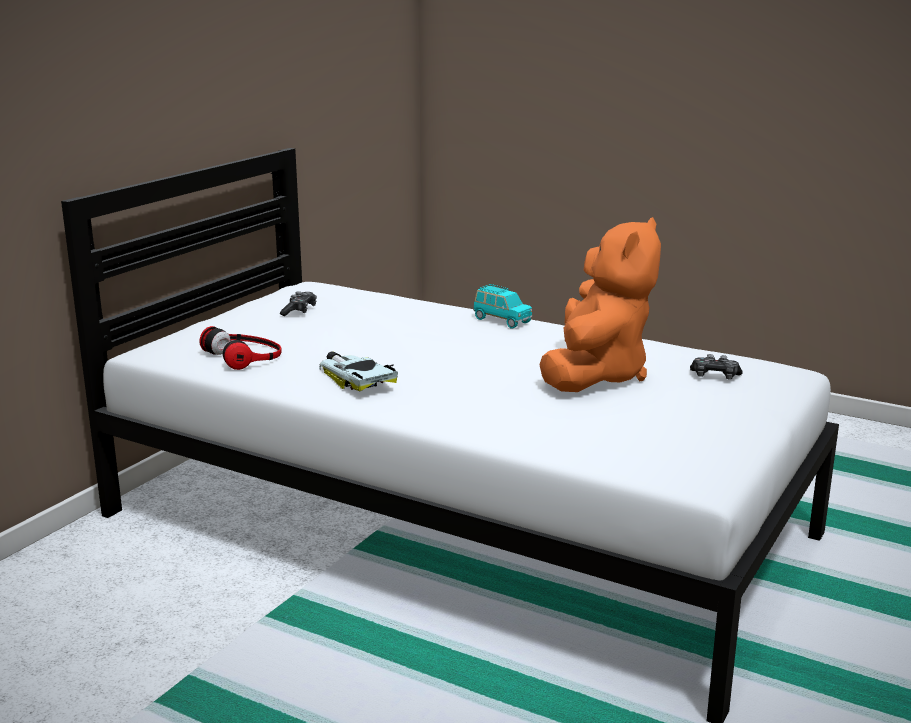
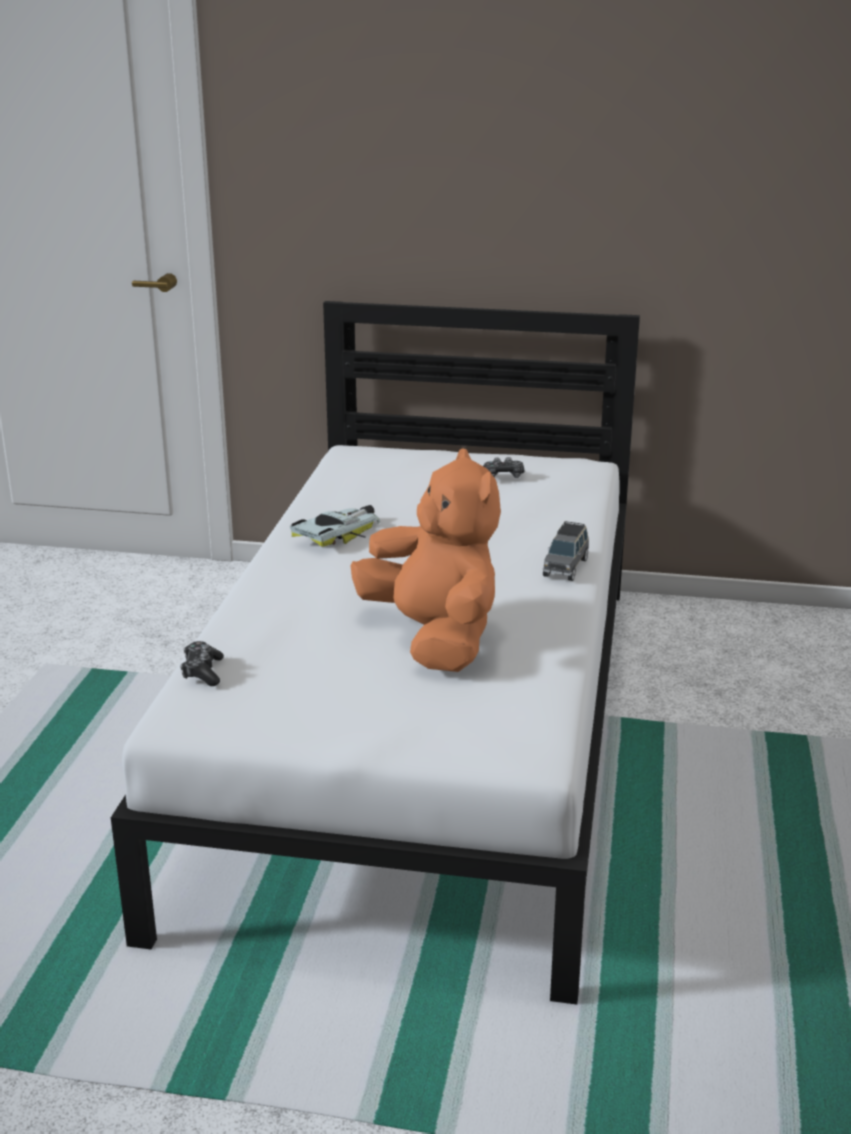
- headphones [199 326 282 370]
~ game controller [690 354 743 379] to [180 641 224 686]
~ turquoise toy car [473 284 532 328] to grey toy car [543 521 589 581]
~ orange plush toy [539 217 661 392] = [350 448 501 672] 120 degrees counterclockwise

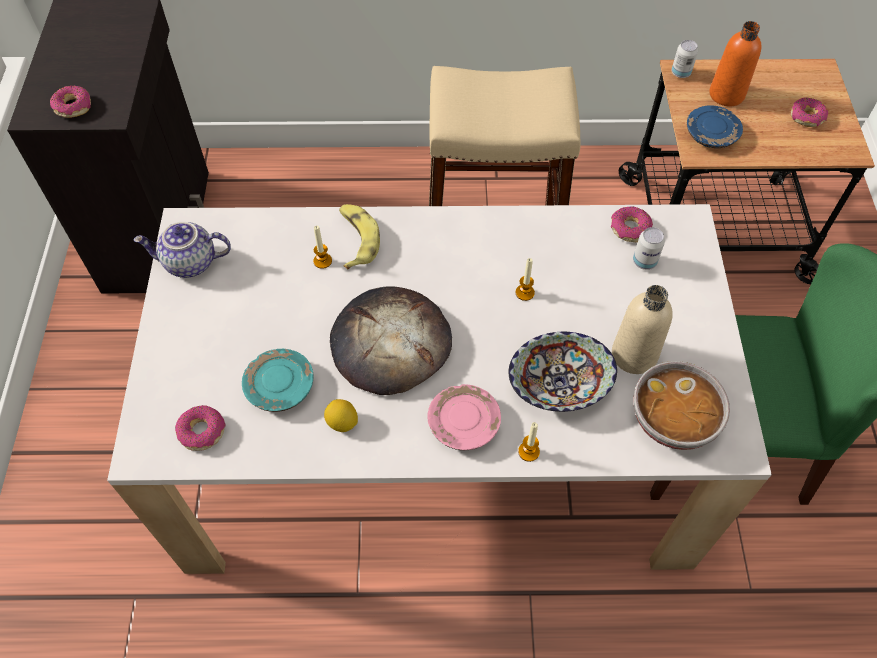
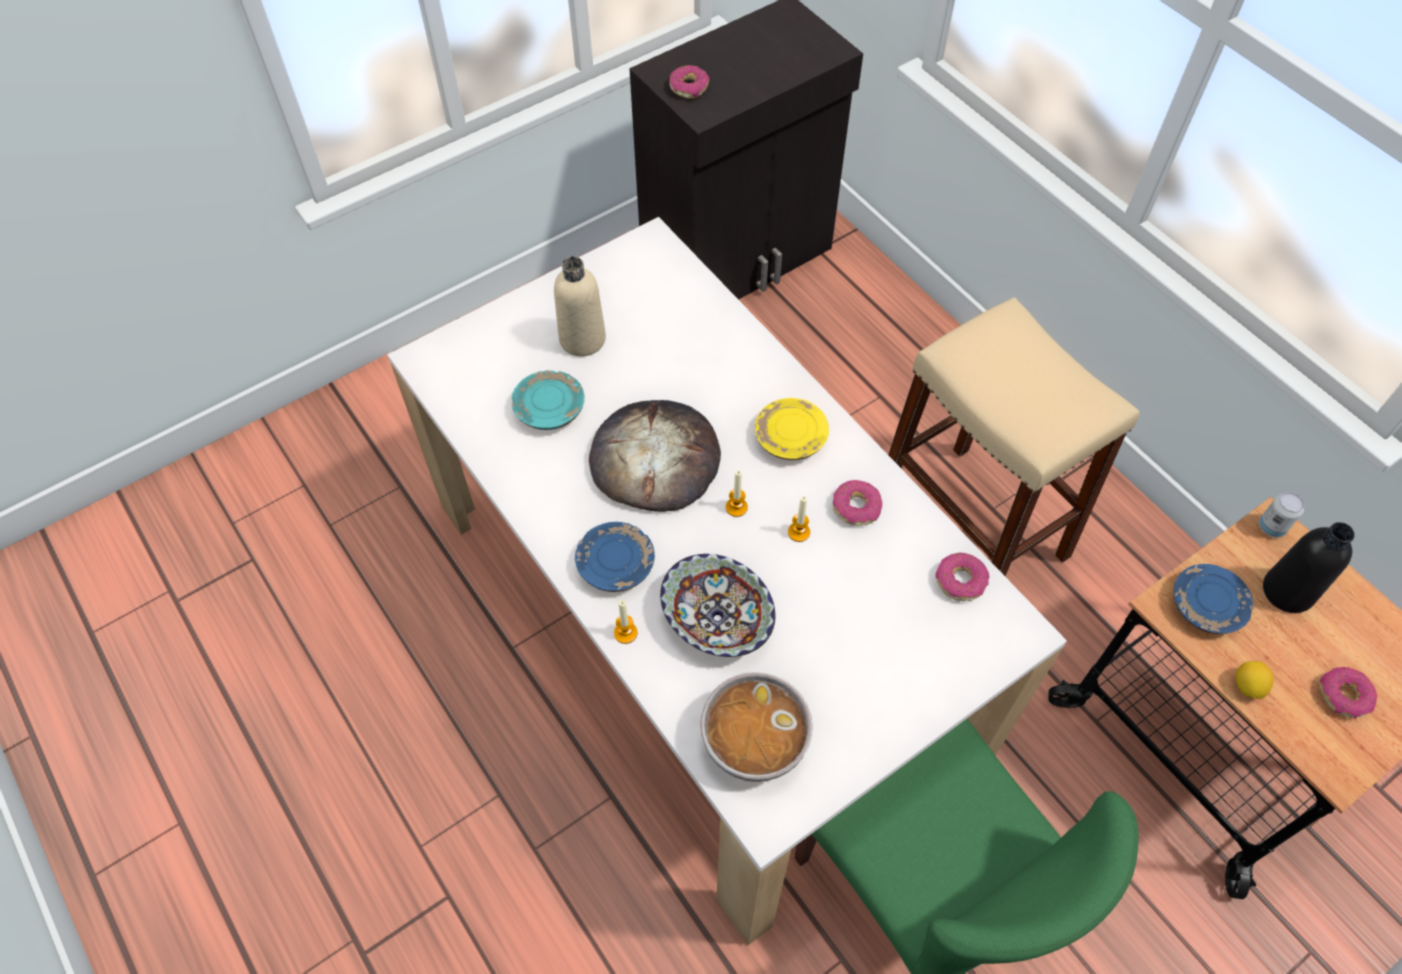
- teapot [133 222 231 278]
- banana [339 204 380 269]
- can [633 227 665 270]
+ yellow plate [755 398 829 460]
~ donut [175 405 226 451] to [833 480 882 526]
~ candle [313 226 332 269] to [726 471 748 517]
~ lemon [324 399 358 432] to [1236 661 1274 699]
~ beige bottle [612 285 673 374] to [554 256 606 357]
~ pink plate [427 384 501 450] to blue plate [575 522 655 592]
~ orange bottle [710 21 762 106] to black bottle [1263 522 1355 613]

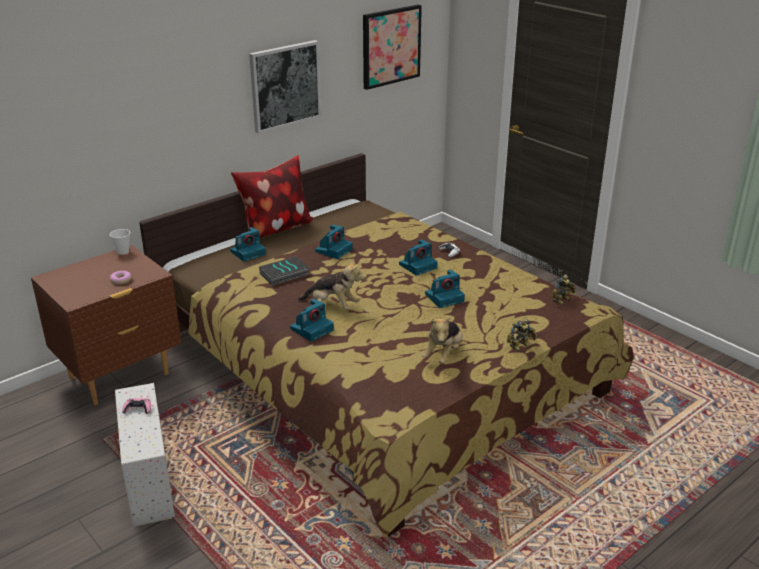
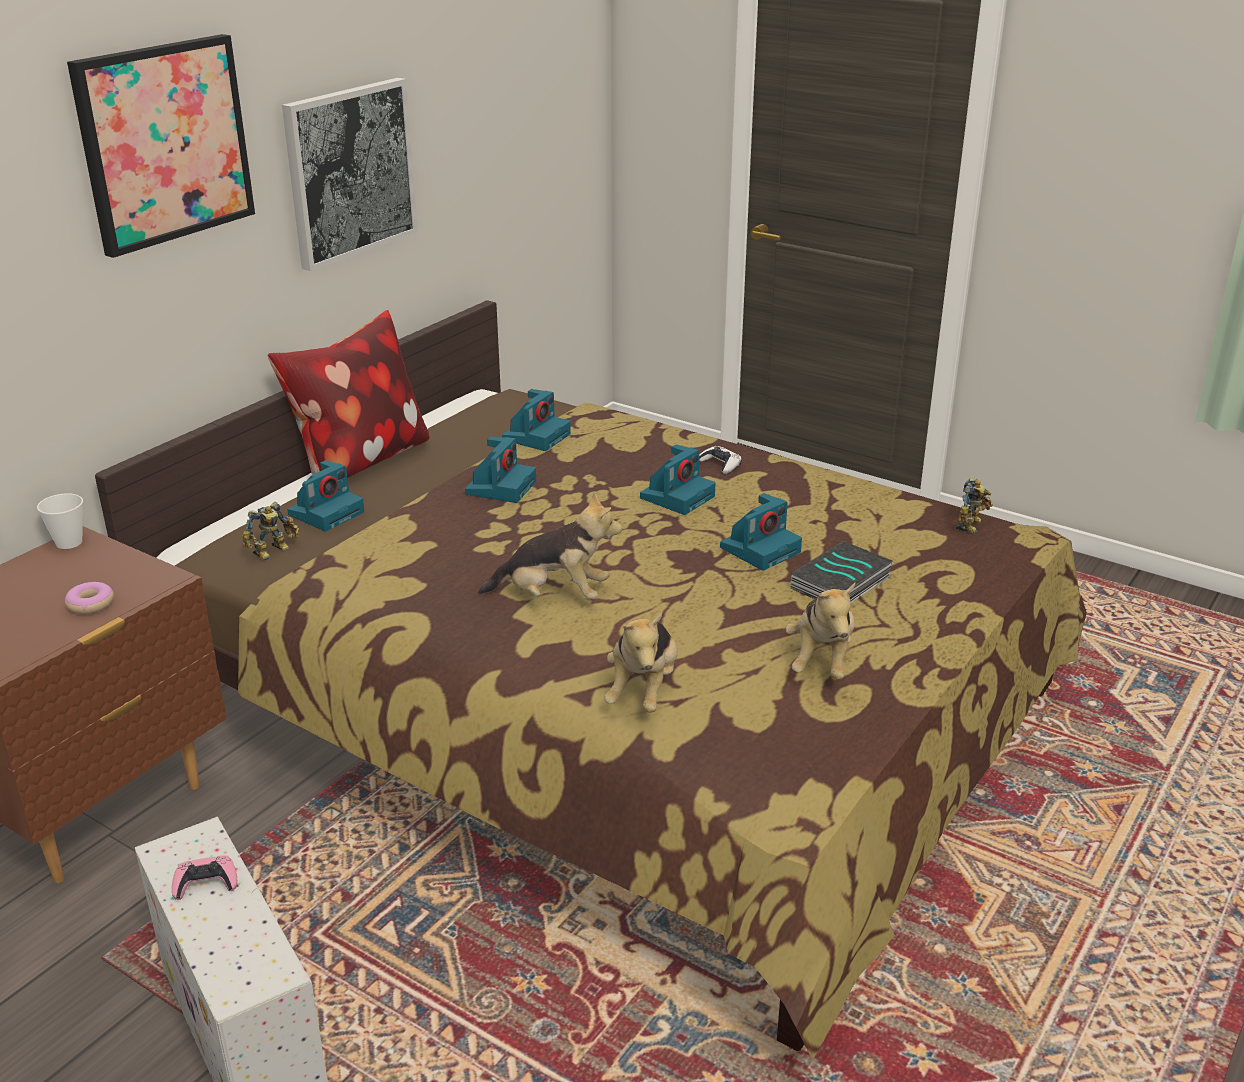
+ plush toy [604 613 678 713]
~ book [259 257 310 285] to [790 541 893 603]
~ photo camera [290 299 334 342] to [502 389 571 451]
~ picture [363 5 422 90] to [67 34 255 258]
~ toy robot [507 319 537 351] to [242 502 299 561]

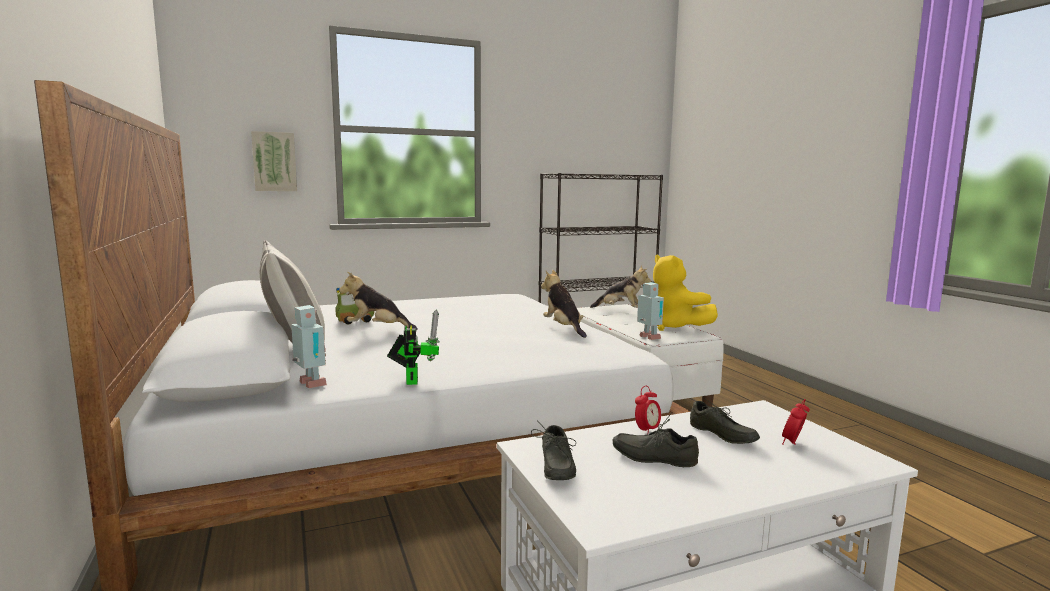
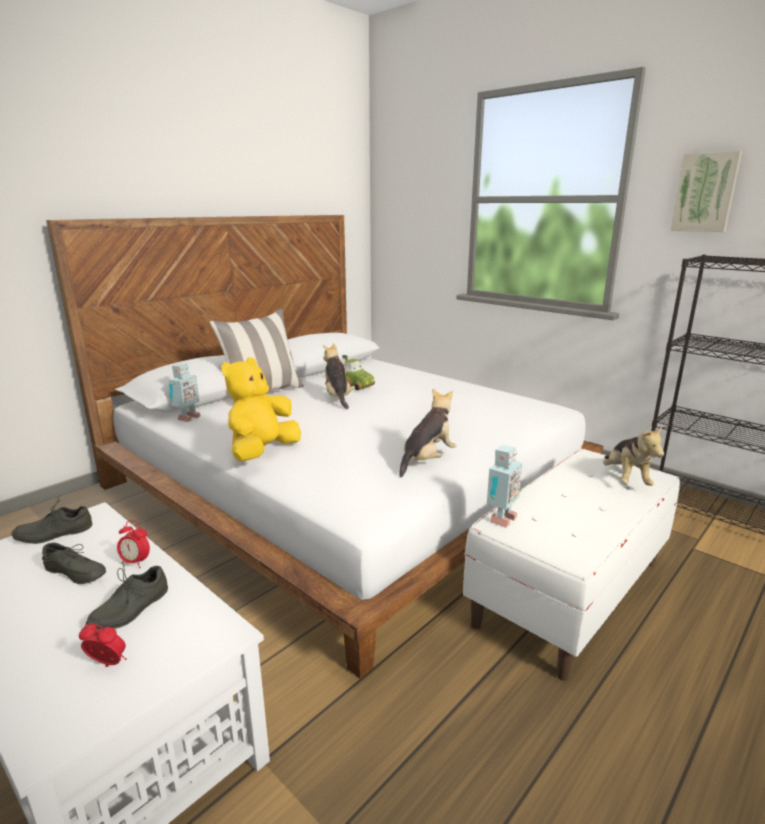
- toy robot [387 310 440 385]
~ picture [251 131 297 191] to [671 151 742 232]
~ yellow plush toy [653 255 718 331] to [221 357 301 461]
~ grey shoe [613 412 699 467] = [42 543 106 584] 120 degrees clockwise

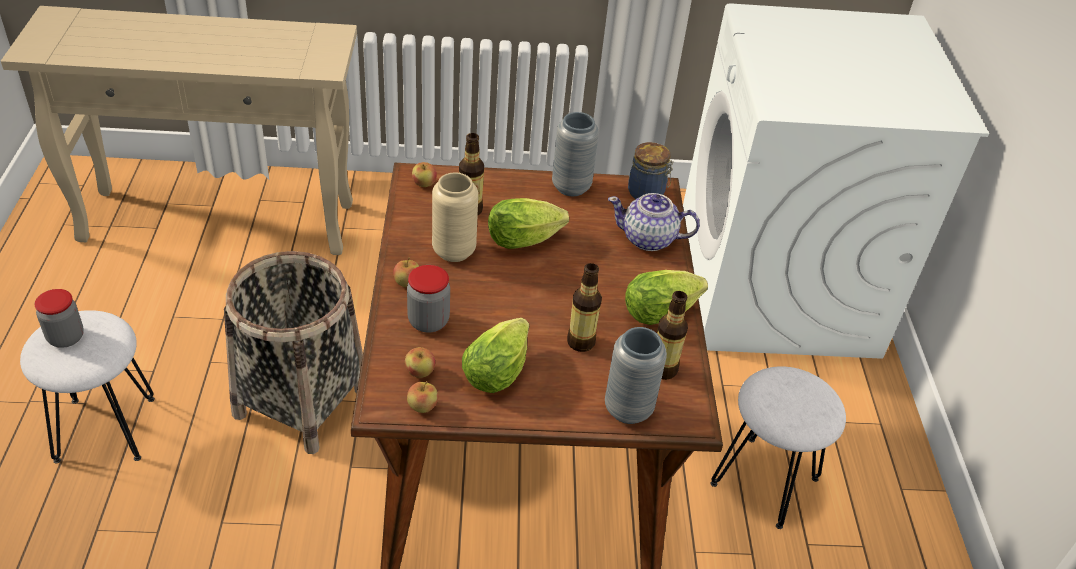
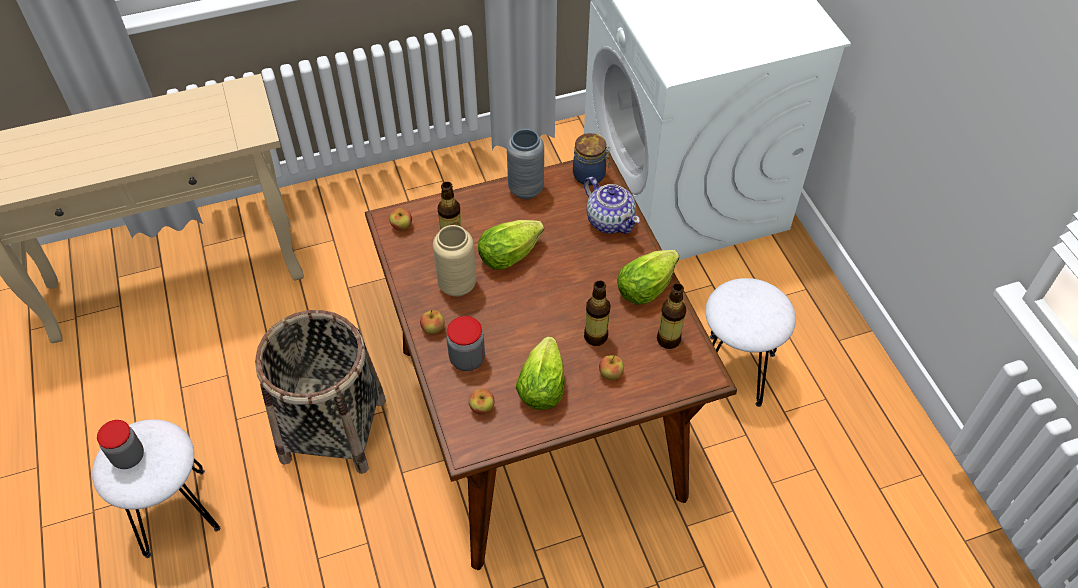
- grey vase [605 327 667 424]
~ apple [407 381 438 413] to [599 355 624 380]
~ teapot [608 193 700 251] = [584 177 640 234] 120 degrees counterclockwise

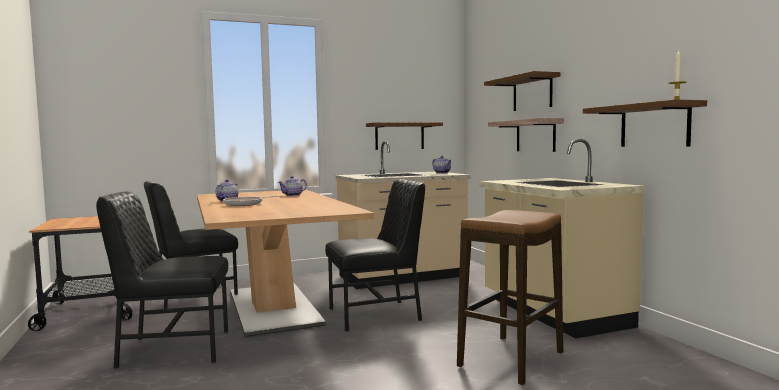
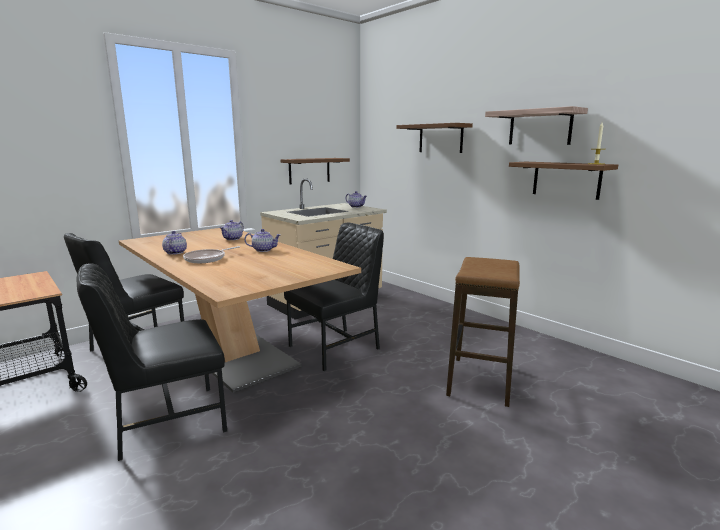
- beige counter [480 139 645 339]
+ teapot [244 229 281 252]
~ shelf [488 118 564 152] to [485 106 588 145]

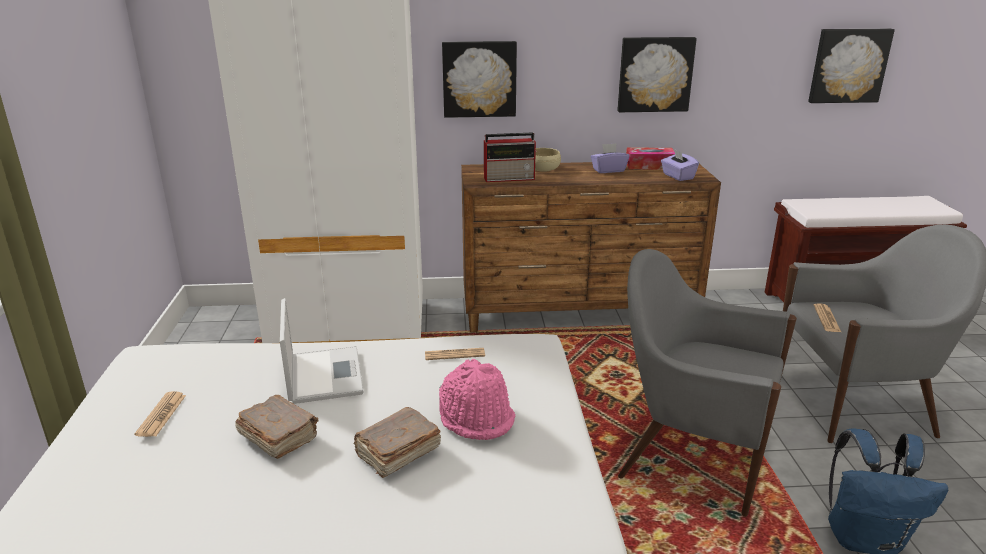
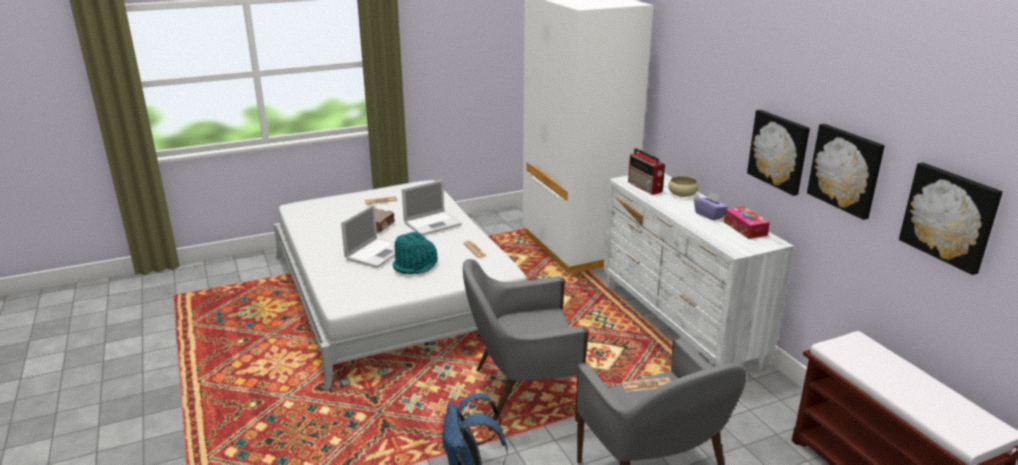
- purple tissue box [661 149 699 181]
~ picture [442 41 517 118] to [807 124 885 220]
~ brown book [353 407 441 478] to laptop [341 204 395 268]
~ pink hat [439 359 516 440] to turquoise hat [393 232 438 274]
~ brown dresser [461 162 721 332] to white dresser [604 173 794 371]
~ grey armchair [618 249 797 517] = [463 259 589 431] 105 degrees counterclockwise

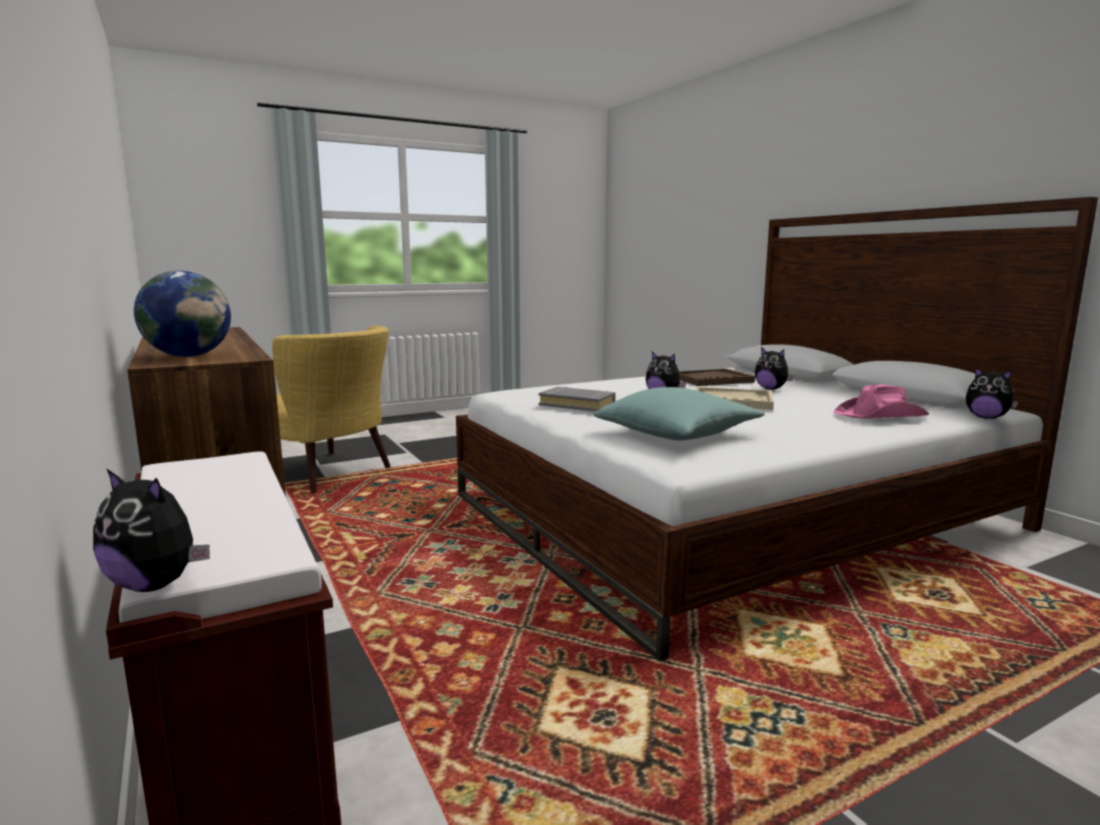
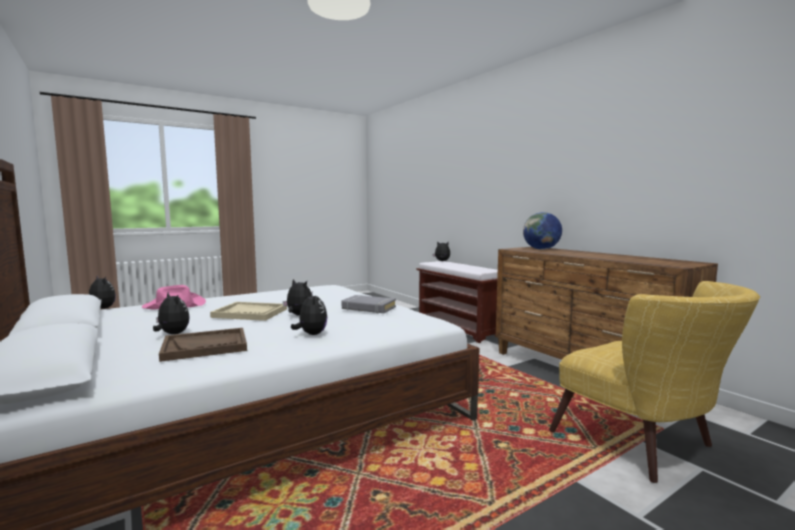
- turquoise pillow [593 387 765 441]
+ plush toy [291 290 327 335]
~ yellow armchair [272 326 390 493] = [549 281 760 483] 150 degrees counterclockwise

